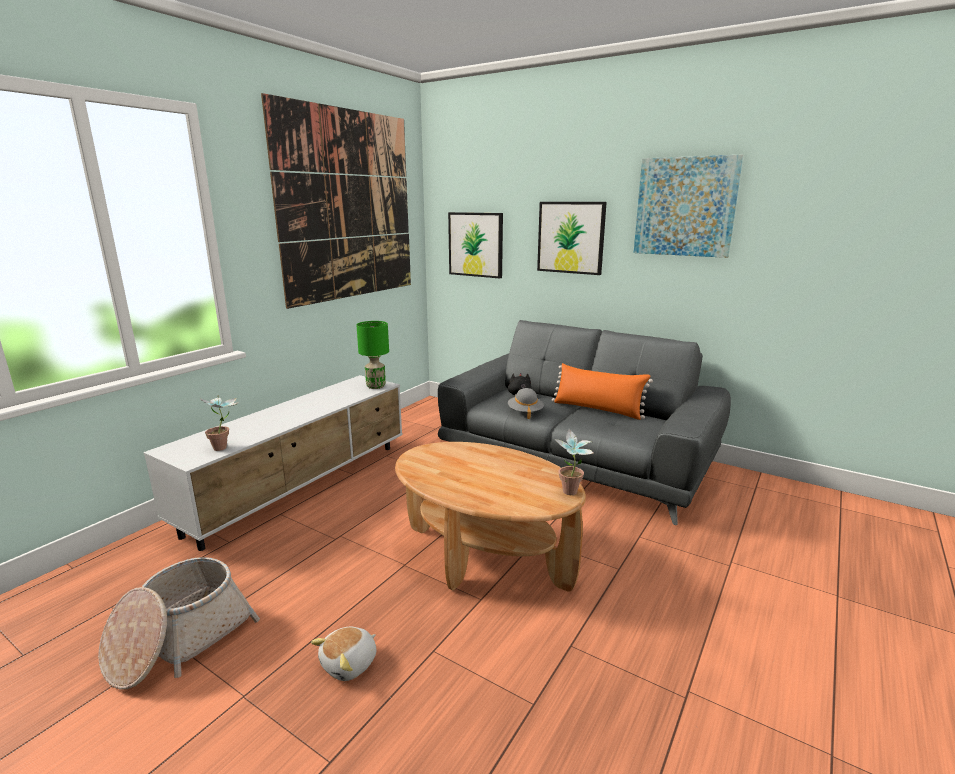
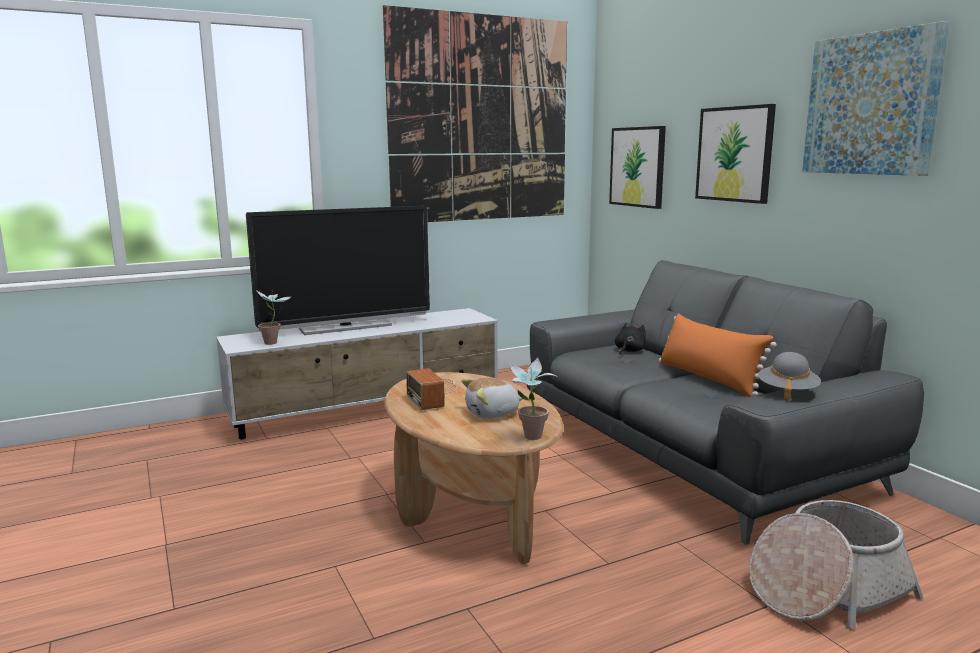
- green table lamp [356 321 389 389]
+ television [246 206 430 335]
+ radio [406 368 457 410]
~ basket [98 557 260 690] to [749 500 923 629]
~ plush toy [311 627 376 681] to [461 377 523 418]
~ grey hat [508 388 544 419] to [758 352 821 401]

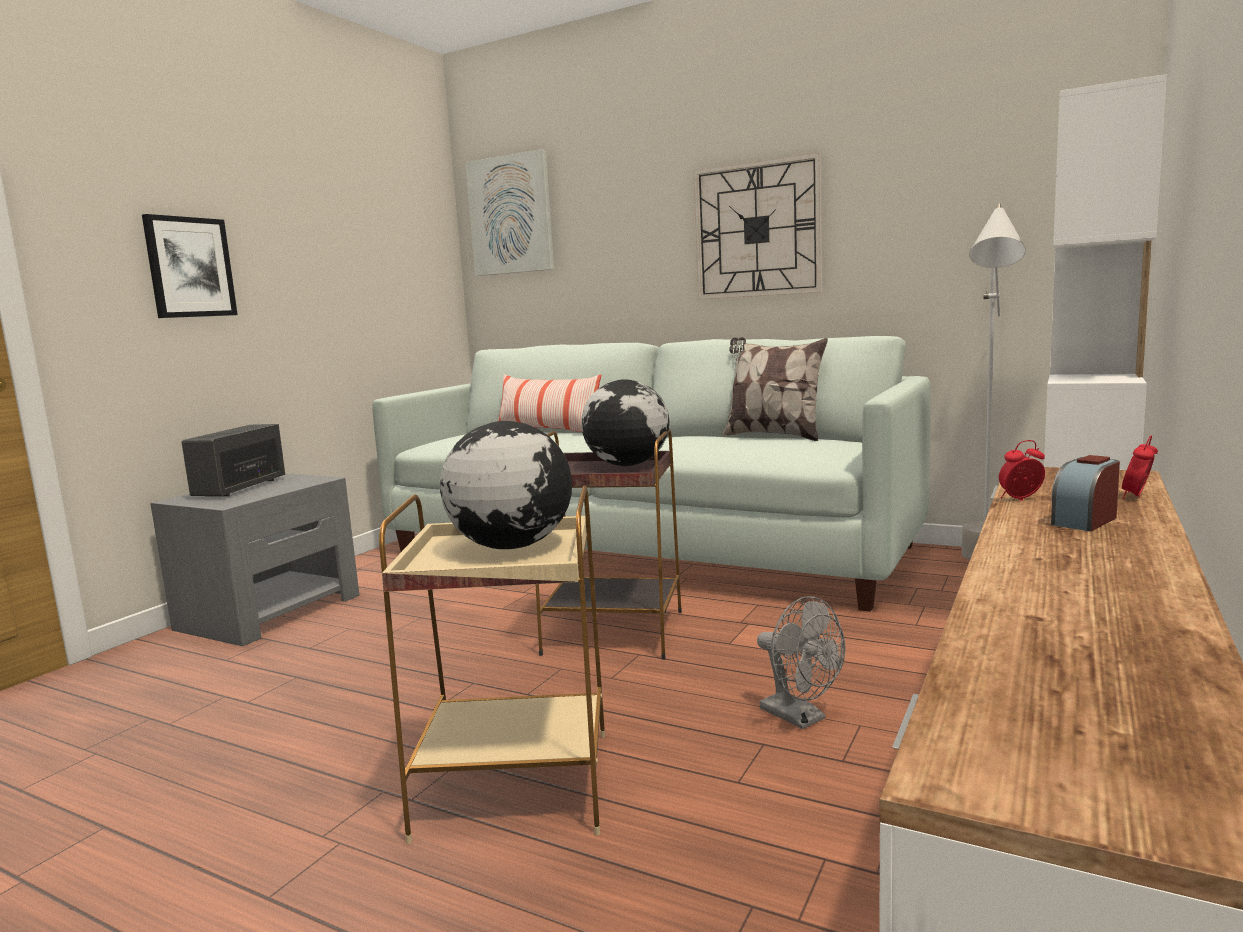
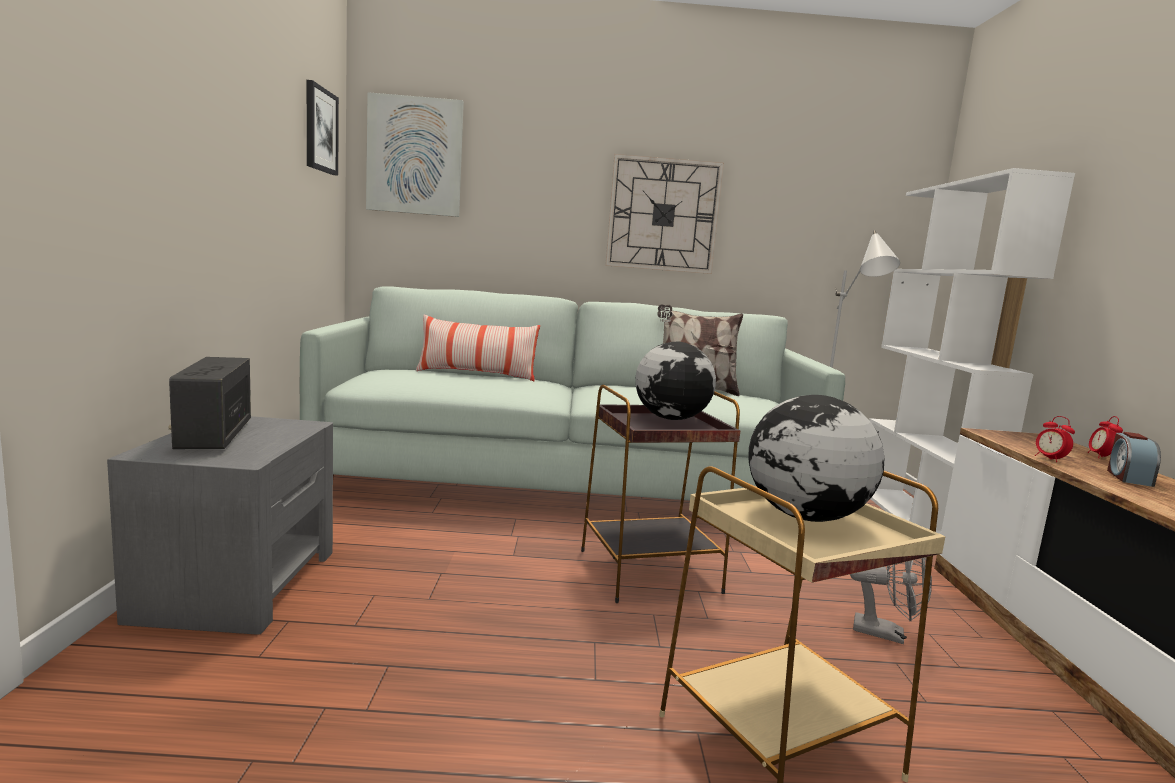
~ picture [142 214 238 318] to [307 80 339 176]
~ alarm clock [999 440 1045 501] = [1035 416 1075 462] 75 degrees counterclockwise

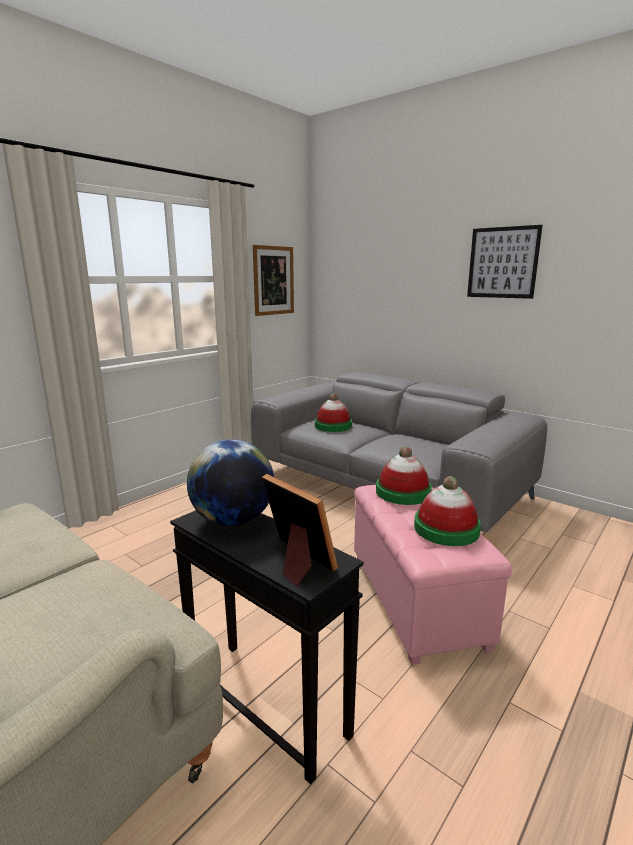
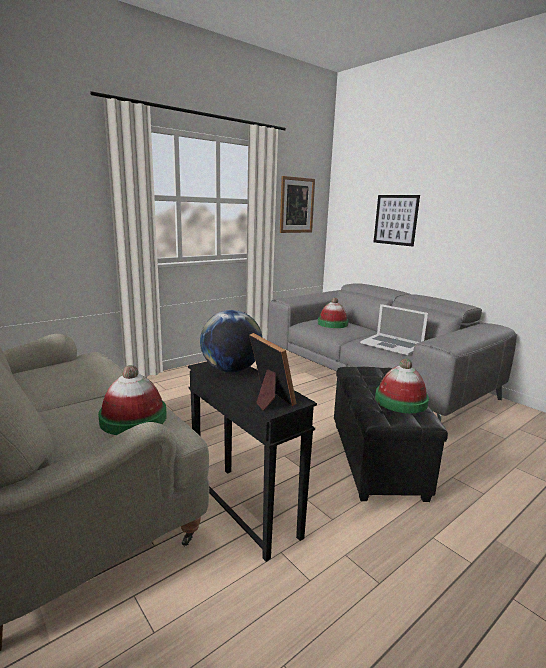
+ laptop [360 304 428 355]
~ hat [376 446 432 505] to [98 365 167 435]
~ picture [467 225 543 299] to [374 195 420 247]
~ pink ottoman [354 485 512 665] to black ottoman [334 367 448 502]

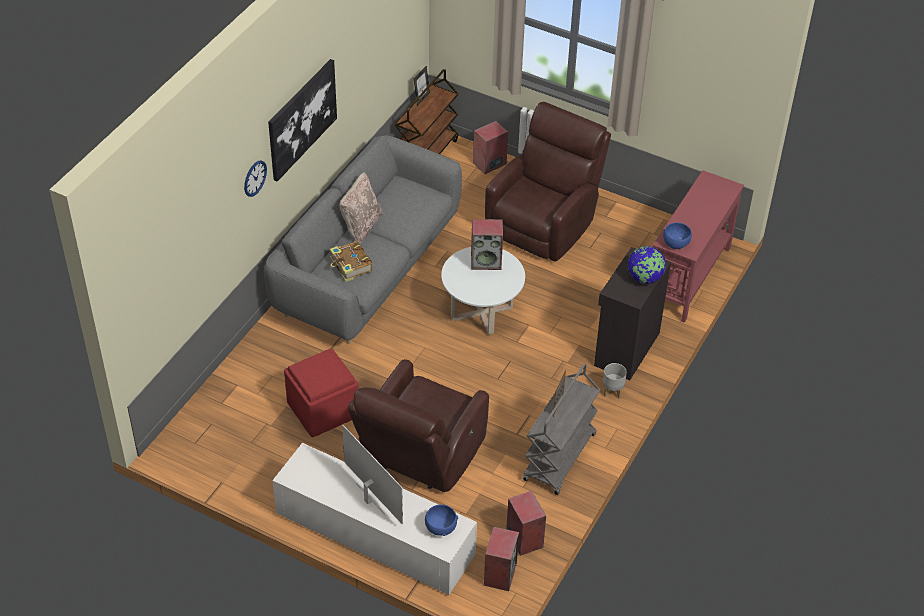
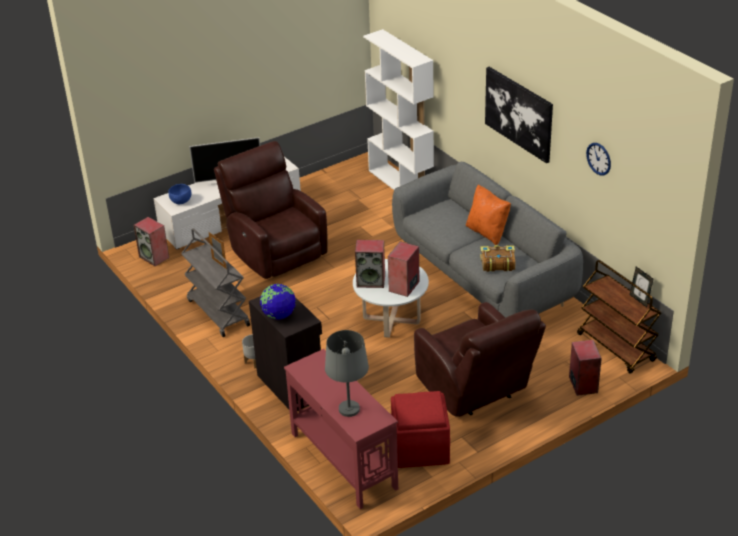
- blue bowl [663 222 692 249]
+ grey table lamp [325 330 369 417]
+ white bookcase [363 29 434 190]
~ wall clock [244 160 267 197] to [586 143 611 176]
~ red ottoman [284 349 359 437] to [391 391 450 468]
~ book [329 241 373 282] to [480 245 516 272]
~ speaker [506 491 546 556] to [355 240 385 288]
~ beige pillow [339 172 383 244] to orange pillow [466 184 511 245]

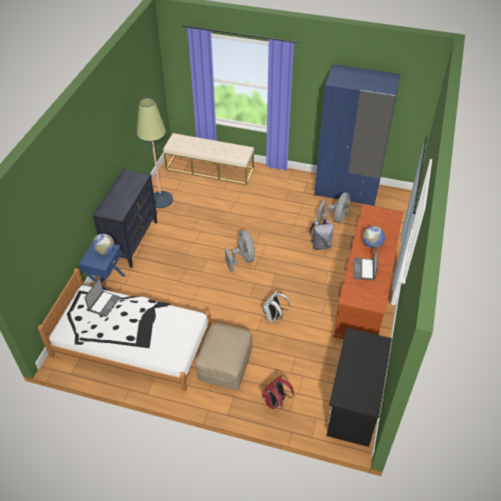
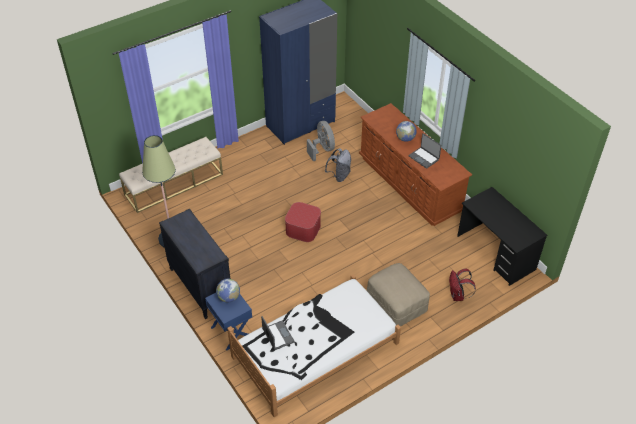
- white backpack [263 291 290 323]
~ grey fan [225 230 255 272] to ottoman [285 202 321 242]

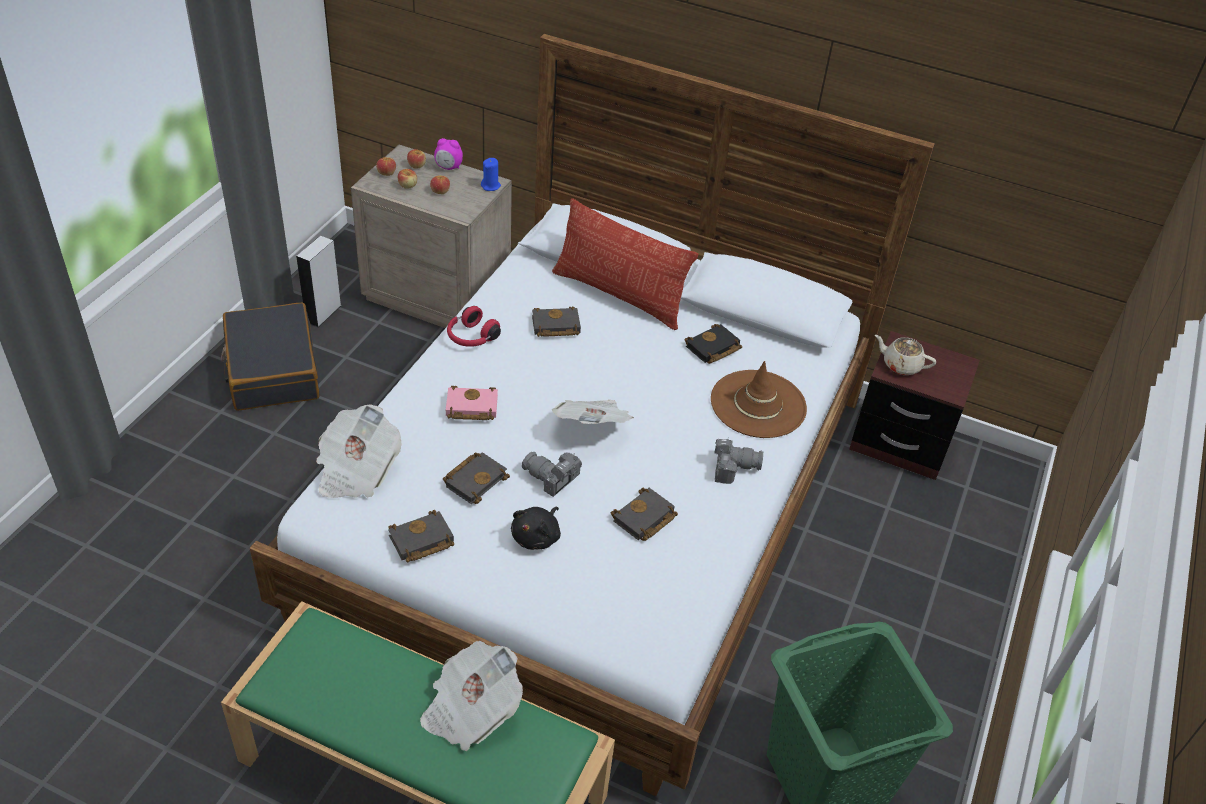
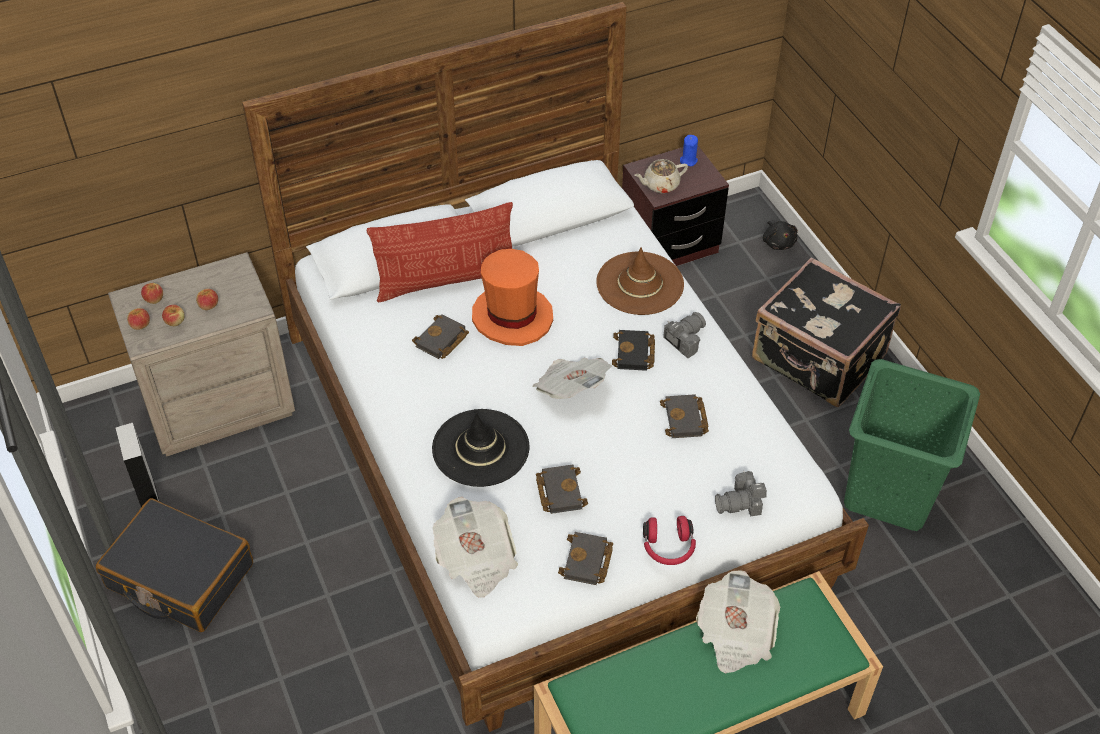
- alarm clock [434 138 463 170]
+ orange hat [472 249 553 346]
+ black suitcase [752 257 901 407]
~ red headphones [447 306 501 347] to [643 516 696 565]
~ blue candle [481 158 501 191] to [680 135 698 166]
~ black plush toy [511 507 561 550] to [763 221 798 250]
~ photo camera [522 452 582 497] to [715 471 767 517]
~ black book [684 324 742 364] to [612 330 655 371]
~ pink book [446 386 498 420] to black hat [432 409 529 487]

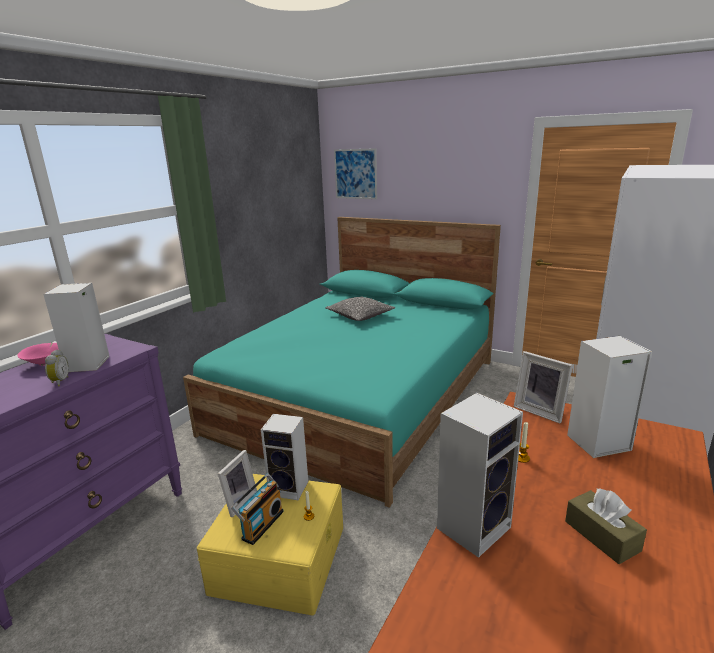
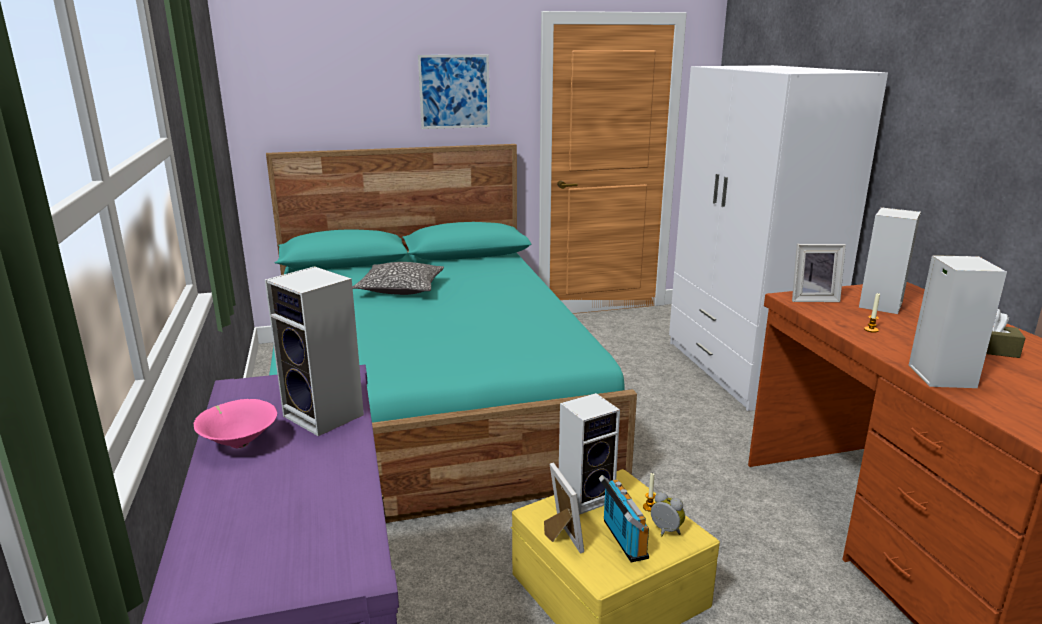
~ alarm clock [45 350 69 387] to [651 492 685 536]
~ picture [334 148 377 199] to [418 55 490 129]

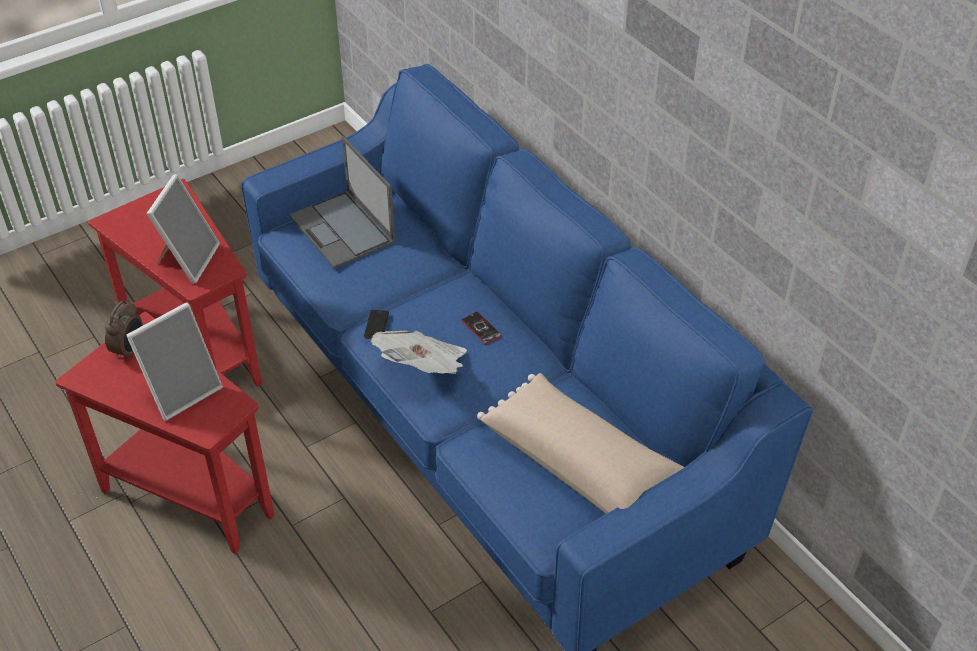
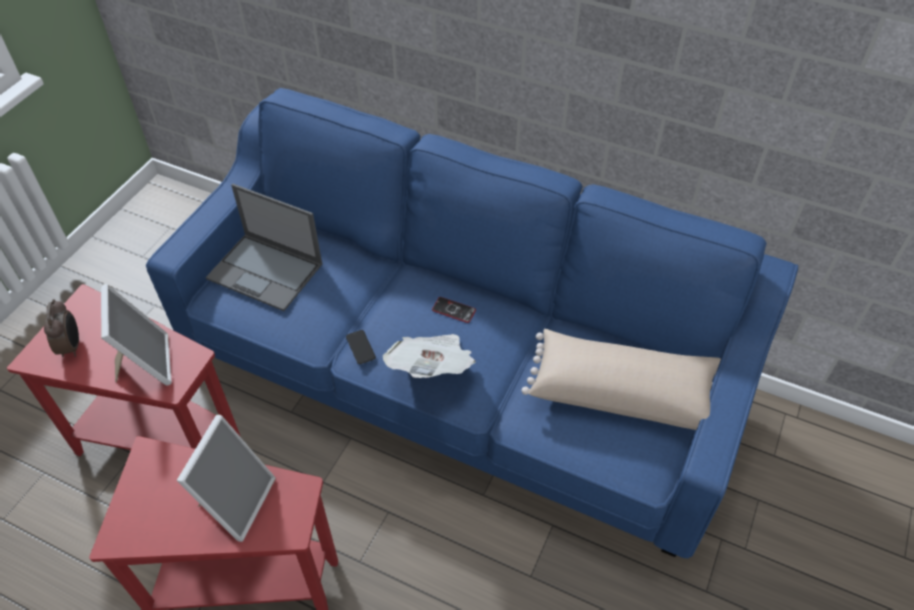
~ alarm clock [105 299 143 361] to [44 299 79 357]

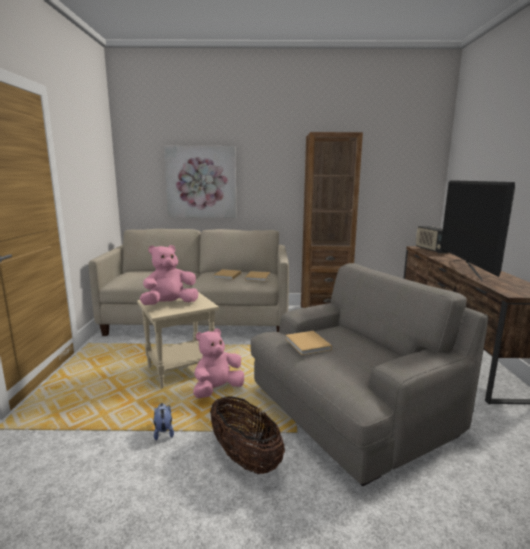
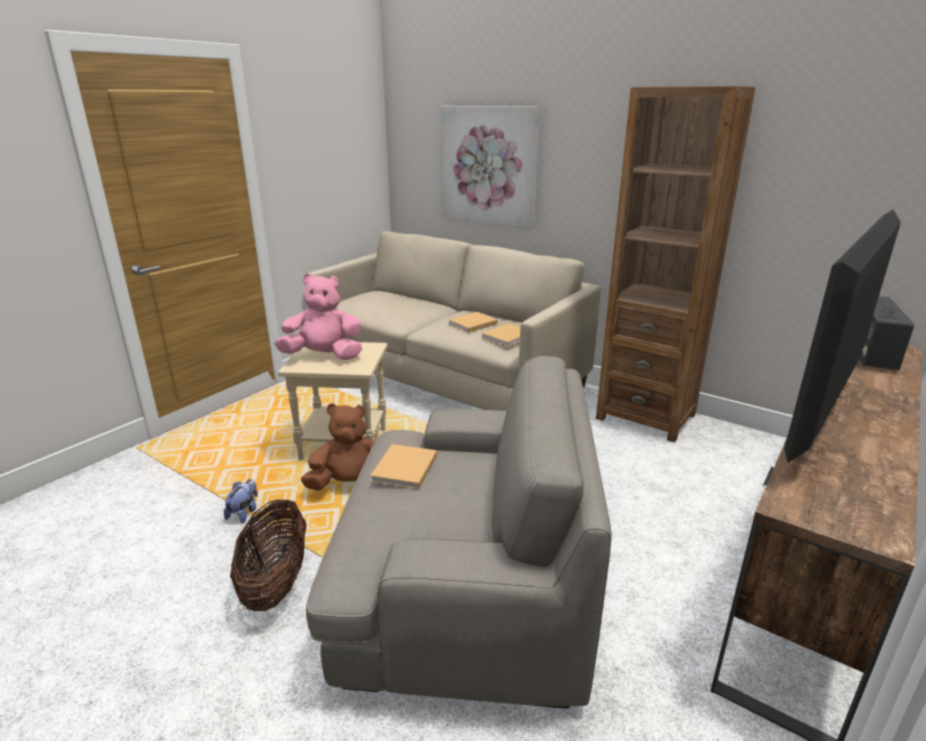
~ pink plush toy [193 329 244 398] to brown plush toy [301 403 375 491]

